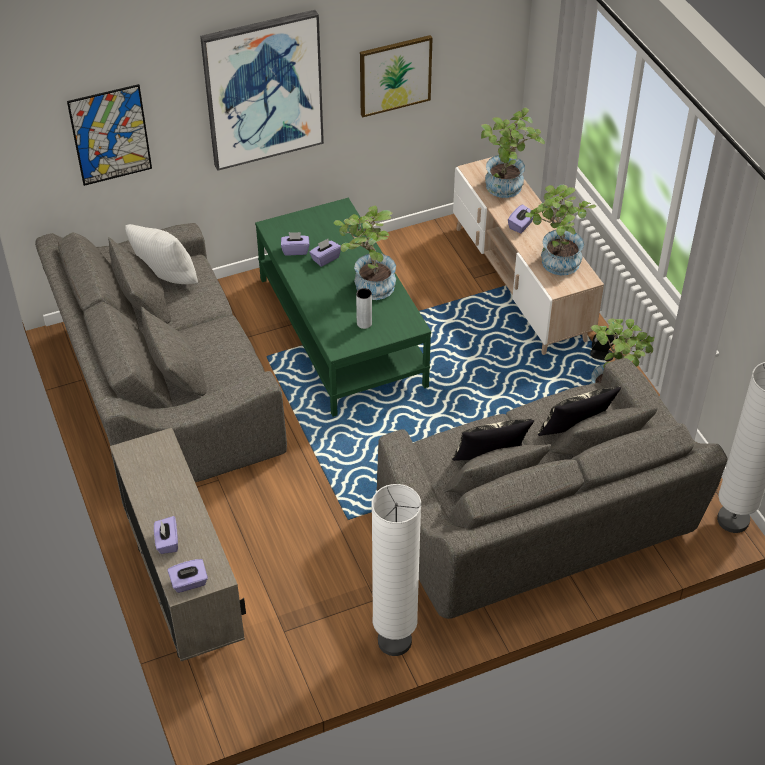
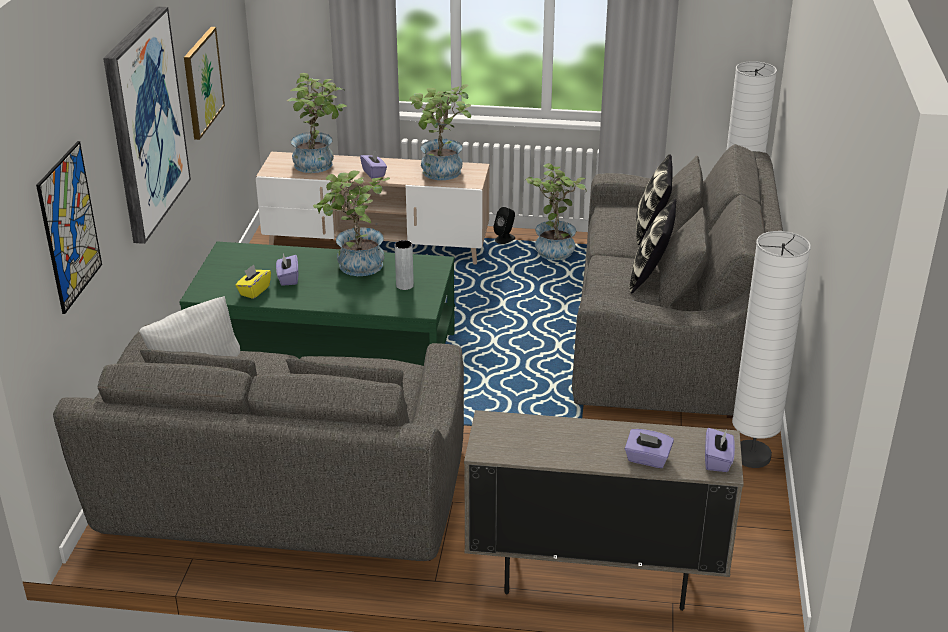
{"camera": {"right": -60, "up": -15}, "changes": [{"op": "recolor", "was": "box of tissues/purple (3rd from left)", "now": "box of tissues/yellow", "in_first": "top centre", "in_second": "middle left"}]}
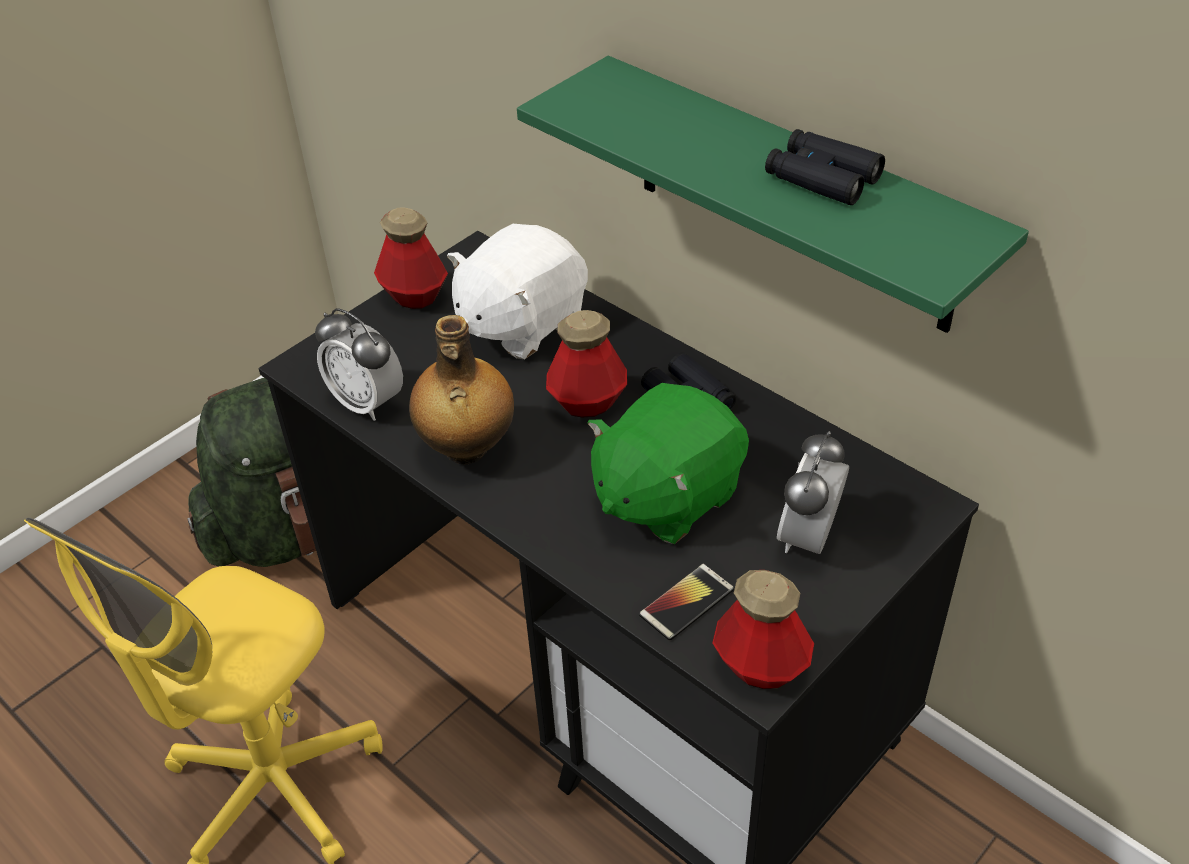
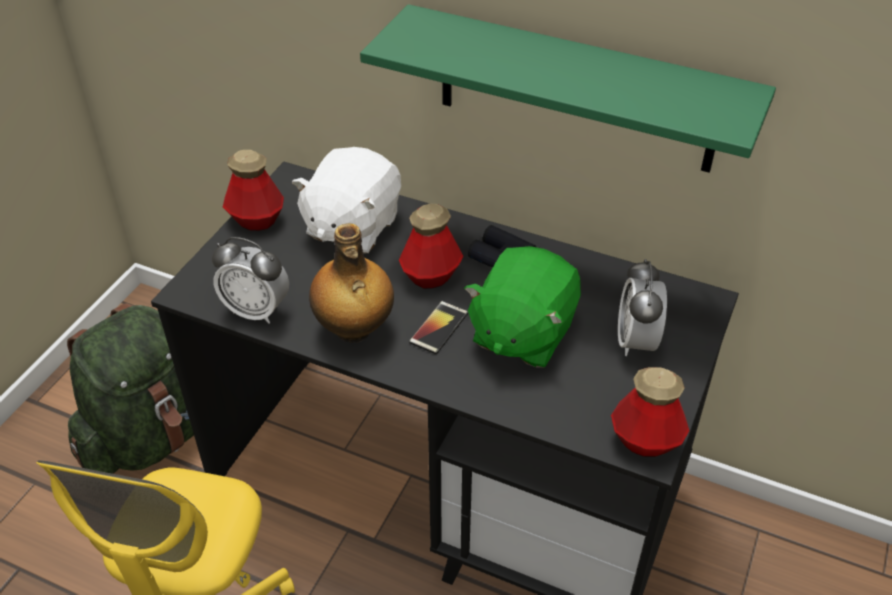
{"camera": {"right": -20, "up": 0}, "changes": [{"op": "move", "was": "phone", "in_first": "bottom centre", "in_second": "centre"}, {"op": "delete", "was": "field glasses/black-coloured (2nd from left)", "in_first": "top right"}]}
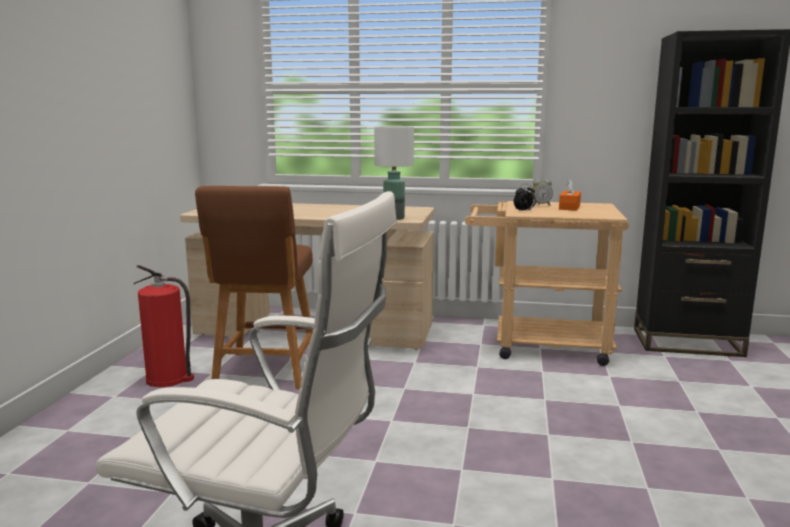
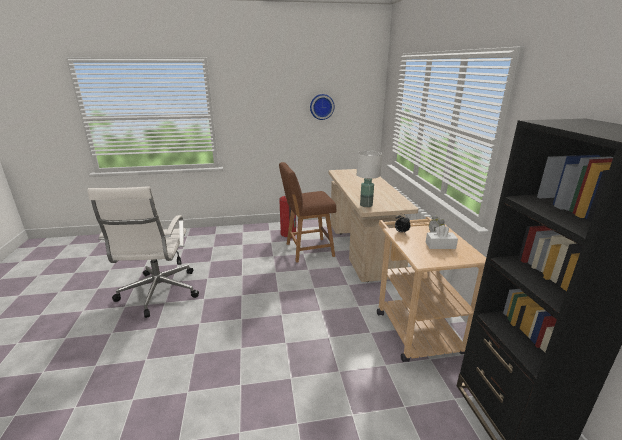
{"camera": {"right": 70, "up": 10}, "changes": [{"op": "insert", "now": "hanging clock", "in_second": "top centre"}, {"op": "recolor", "was": "box of tissues/orange-coloured", "now": "box of tissues/white", "in_first": "middle right", "in_second": "middle right"}]}
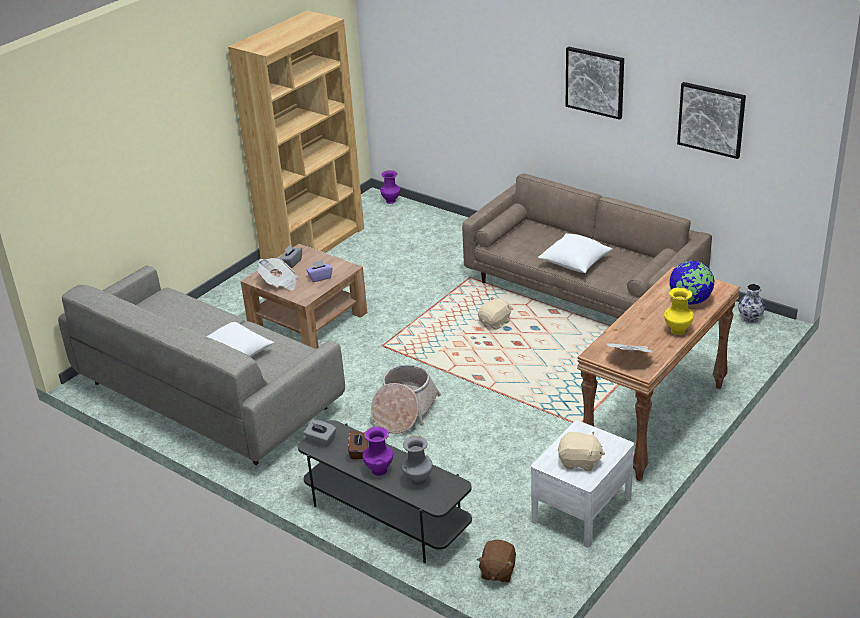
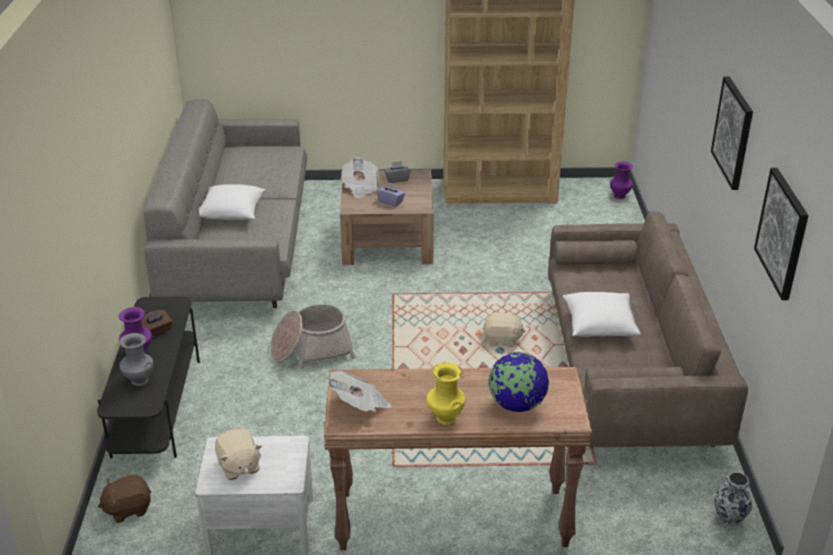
{"camera": {"right": 50, "up": 0}, "changes": [{"op": "delete", "was": "box of tissues/grey (2nd from left)", "in_first": "bottom centre"}]}
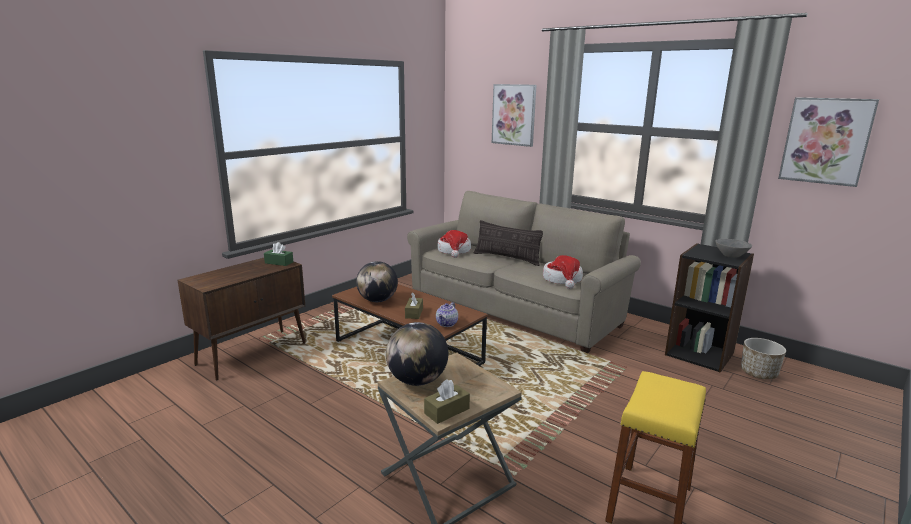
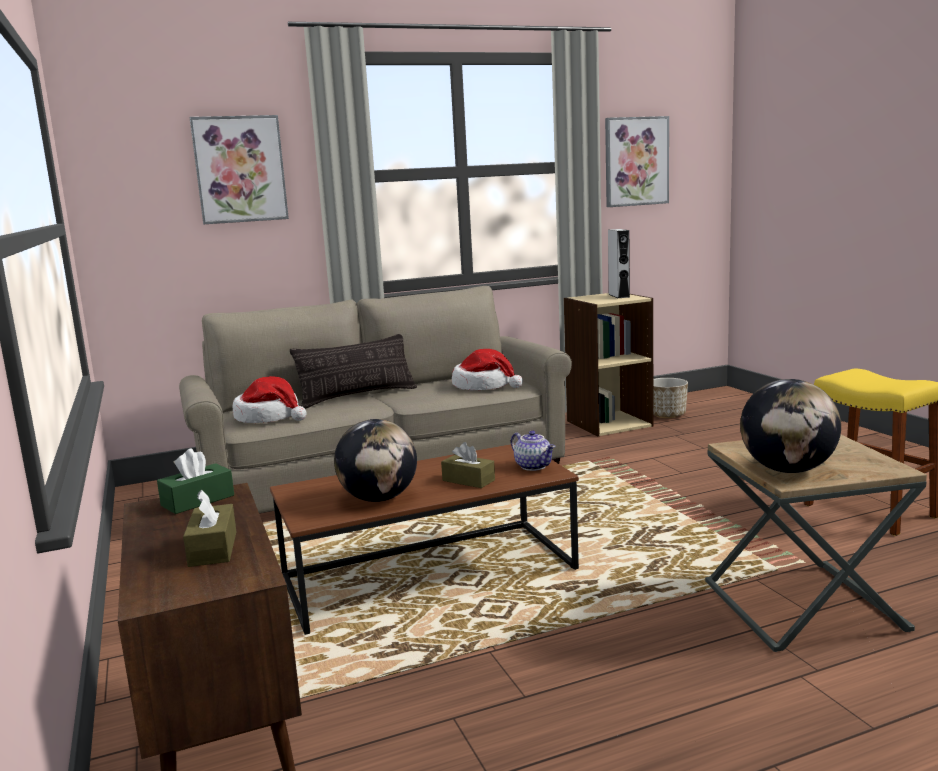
{"camera": {"right": -60, "up": -5}, "changes": [{"op": "move", "was": "box of tissues/brown (2nd from left in the first image)", "now": "box of tissues/brown (1st from left)", "in_first": "bottom centre", "in_second": "bottom left"}, {"op": "recolor", "was": "bookshelf/black-coloured", "now": "bookshelf/beige-coloured", "in_first": "middle right", "in_second": "centre"}, {"op": "replace", "was": "bowl/grey", "now": "audio speaker/grey", "in_first": "middle right", "in_second": "centre"}]}
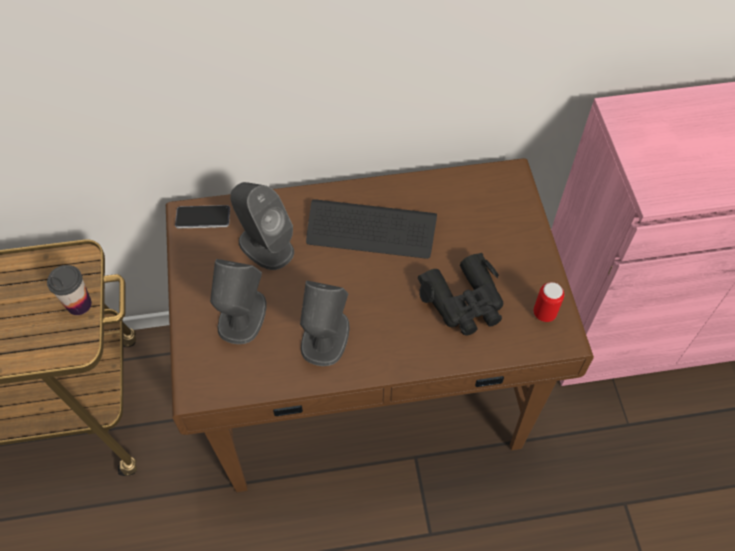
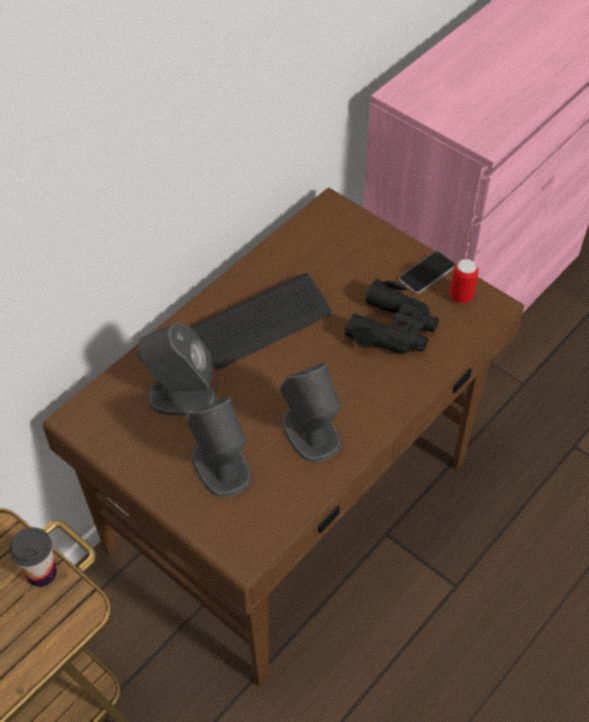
{"camera": {"right": -40, "up": -5}, "changes": [{"op": "move", "was": "phone", "in_first": "middle left", "in_second": "middle right"}]}
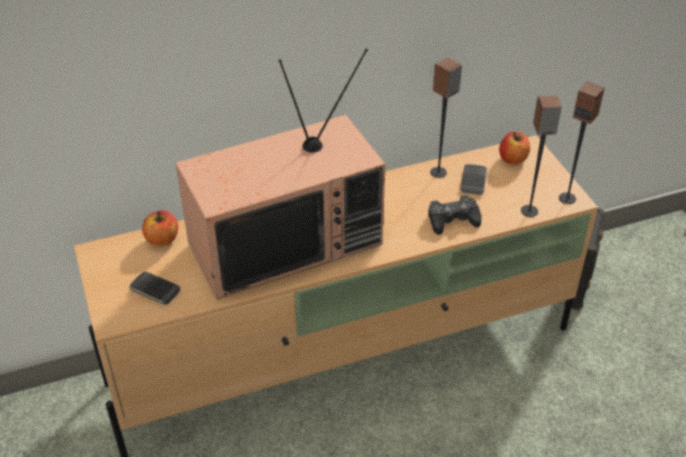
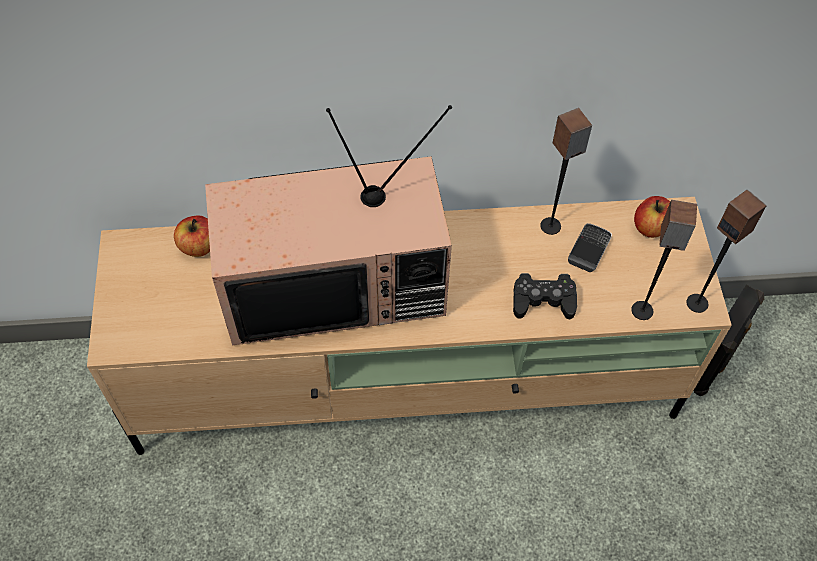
{"camera": {"right": 15, "up": 15}, "changes": [{"op": "delete", "was": "phone (1st from left)", "in_first": "middle left"}]}
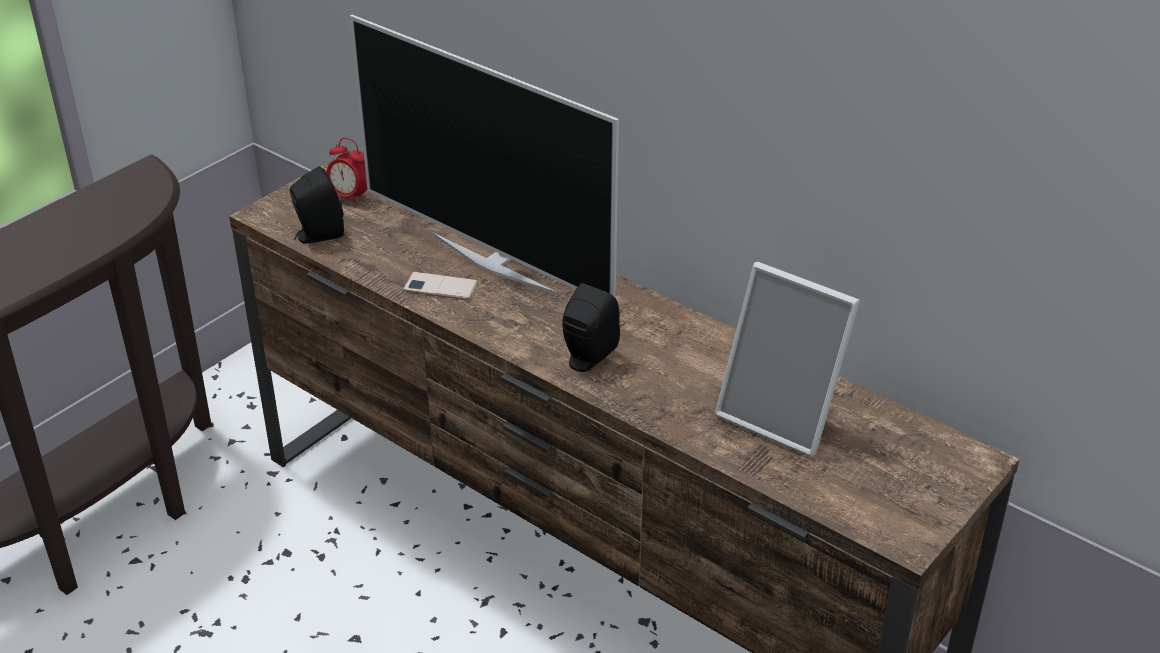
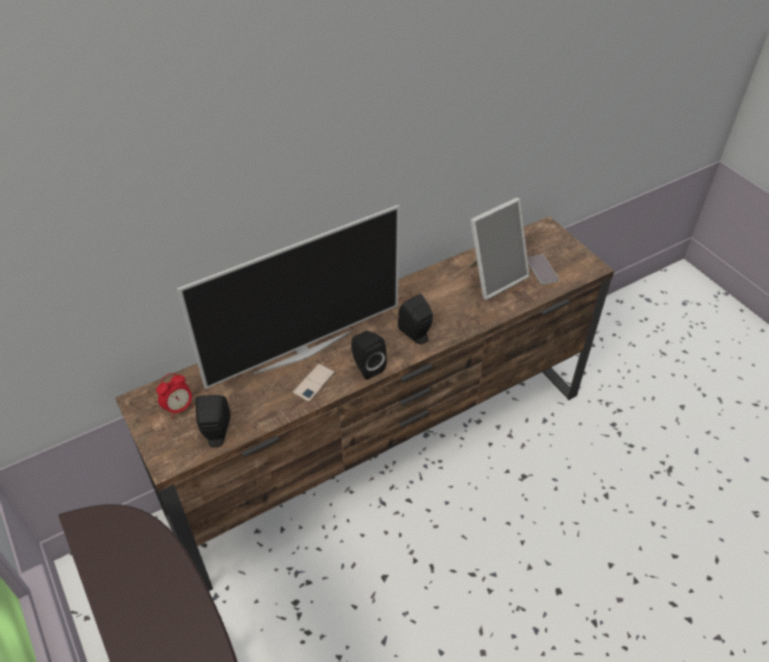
{"camera": {"right": -70, "up": 10}, "changes": [{"op": "insert", "now": "audio speaker/black-coloured (2nd from left)", "in_second": "centre"}, {"op": "insert", "now": "phone (2nd from left)", "in_second": "middle right"}]}
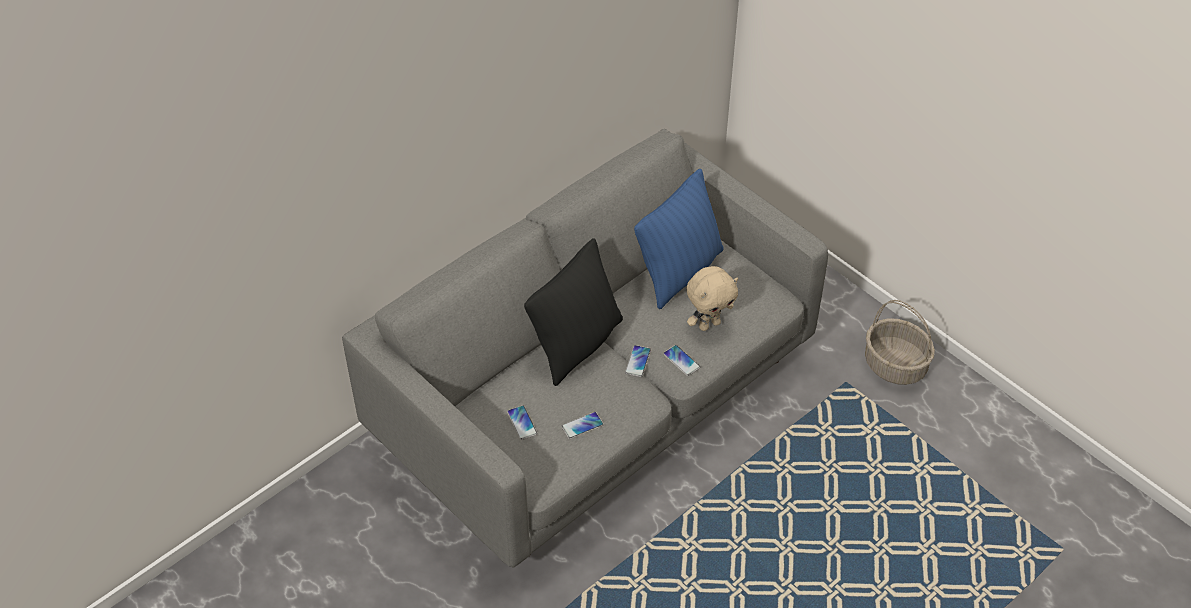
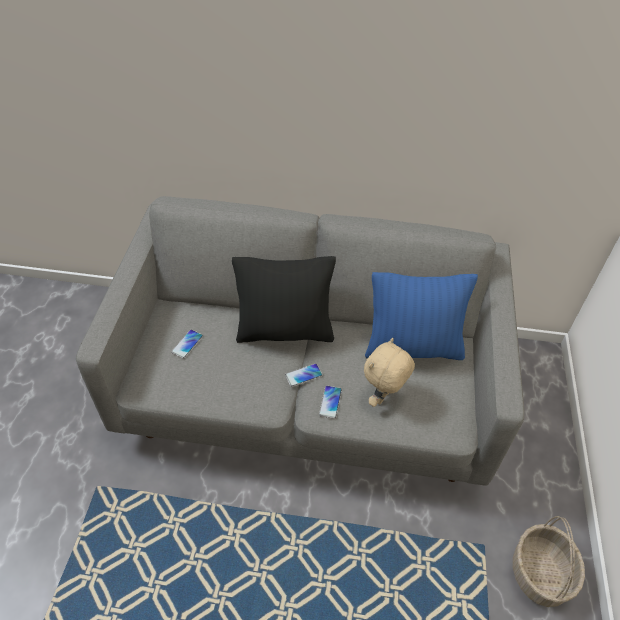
{"camera": {"right": 50, "up": 0}, "changes": [{"op": "rotate", "was": "soft toy/beige-coloured", "in_first": "centre", "in_second": "centre", "clockwise": 105}, {"op": "delete", "was": "phone (2nd from left)", "in_first": "bottom centre"}]}
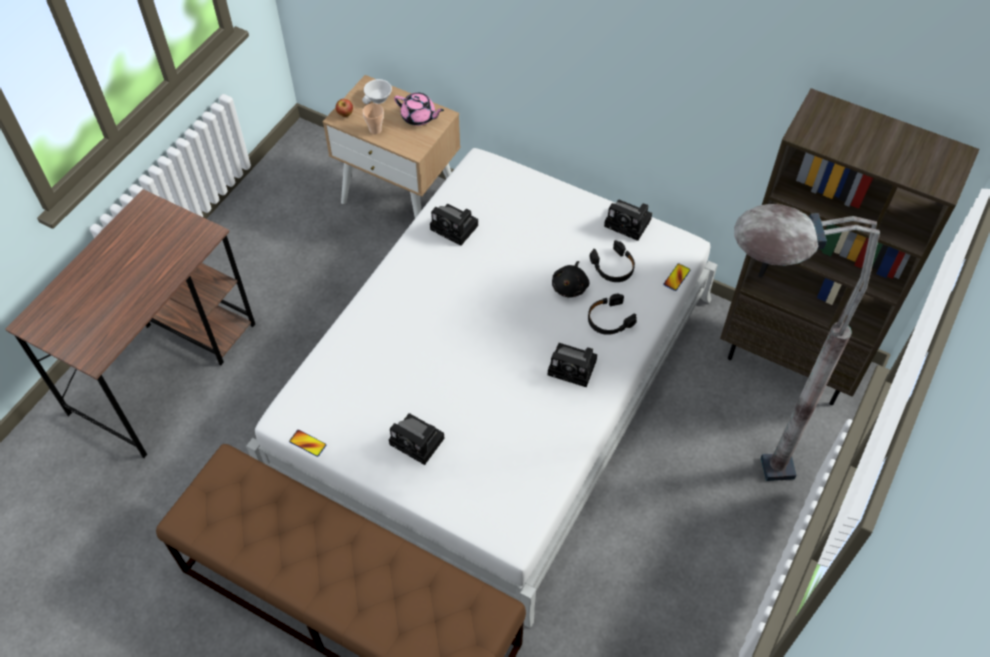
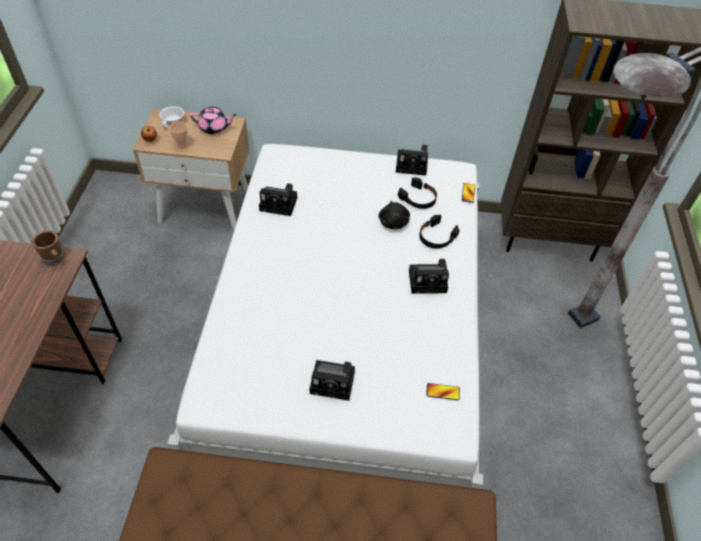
{"camera": {"right": -25, "up": -5}, "changes": [{"op": "insert", "now": "tea mug/brown", "in_second": "middle left"}, {"op": "move", "was": "phone (1st from left)", "in_first": "bottom left", "in_second": "bottom centre"}]}
